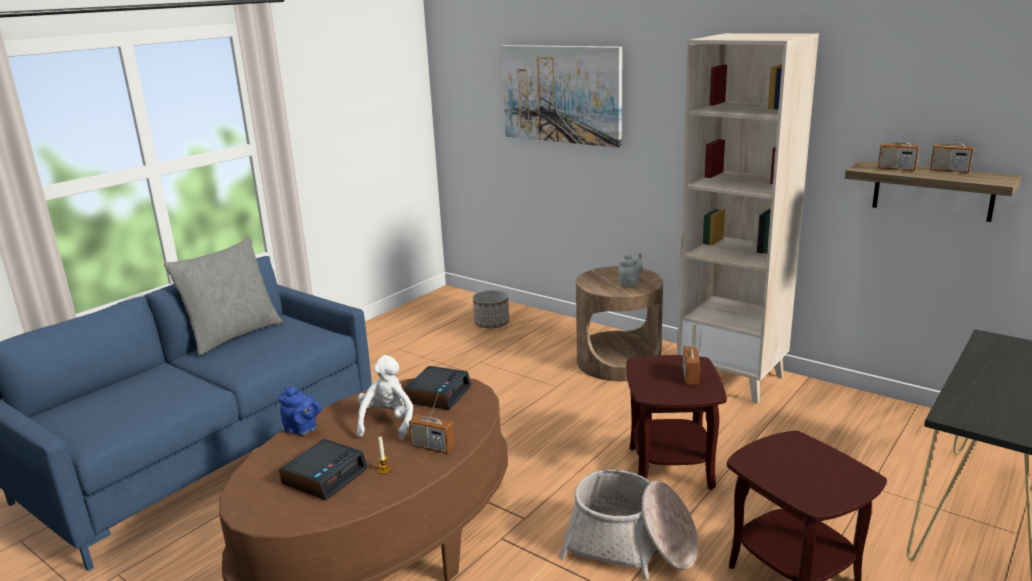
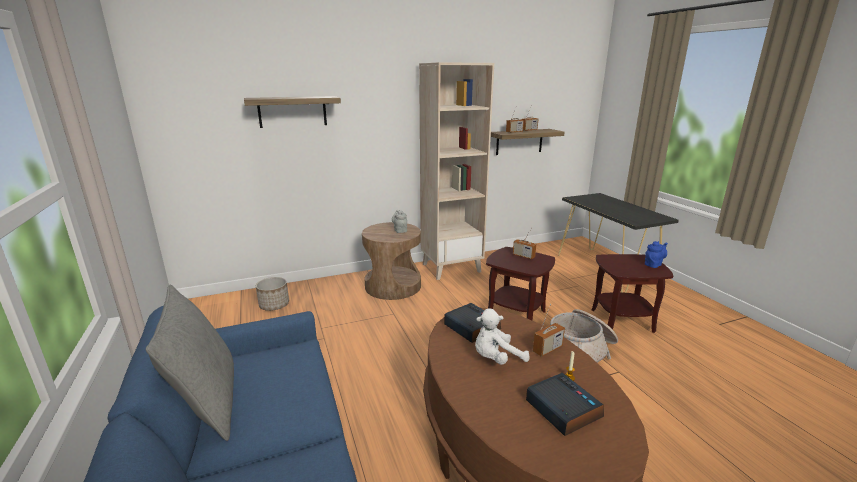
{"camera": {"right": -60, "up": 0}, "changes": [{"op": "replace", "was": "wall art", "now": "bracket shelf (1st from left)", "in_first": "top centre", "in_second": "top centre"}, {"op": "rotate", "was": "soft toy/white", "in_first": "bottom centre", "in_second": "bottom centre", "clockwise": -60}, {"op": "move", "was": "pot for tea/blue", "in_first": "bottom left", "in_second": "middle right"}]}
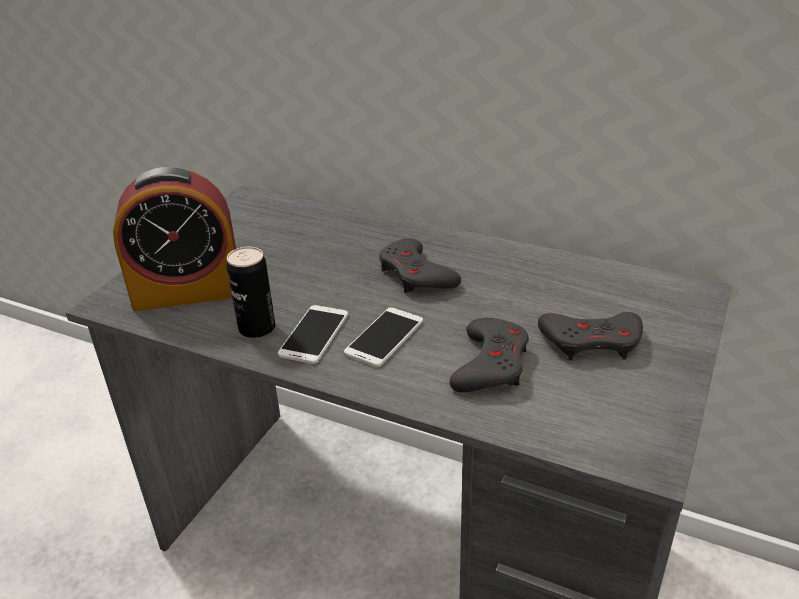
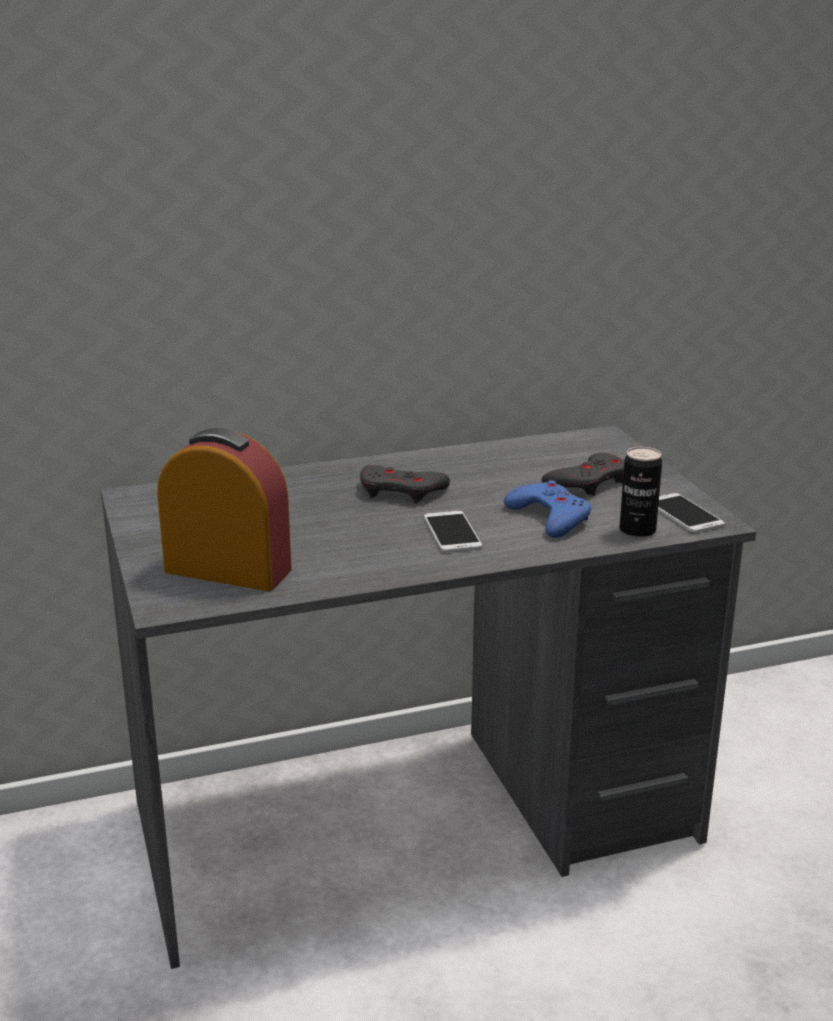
{"camera": {"right": -45, "up": -10}, "changes": [{"op": "rotate", "was": "bedside clock", "in_first": "middle left", "in_second": "middle left", "clockwise": -105}, {"op": "recolor", "was": "joypad/grey (2nd from left)", "now": "joypad/blue", "in_first": "centre", "in_second": "centre"}, {"op": "move", "was": "can", "in_first": "middle left", "in_second": "middle right"}, {"op": "move", "was": "phone (1st from left in the first image)", "now": "phone (2nd from left)", "in_first": "centre", "in_second": "middle right"}]}
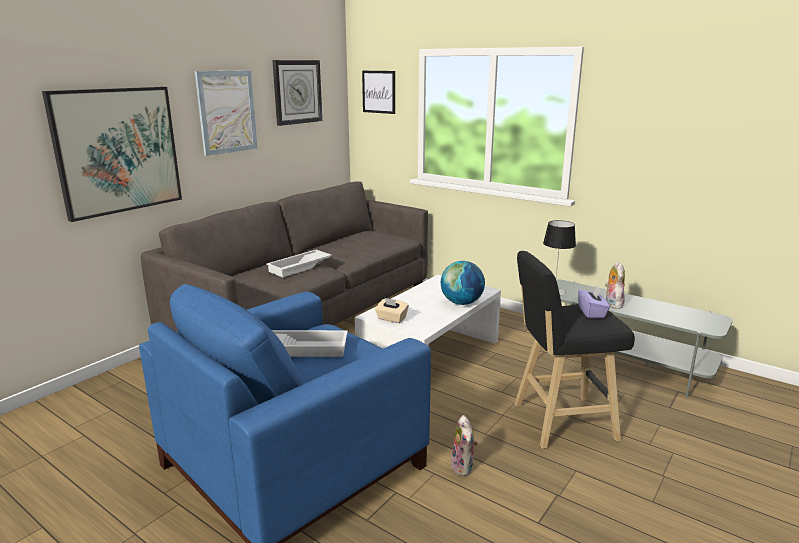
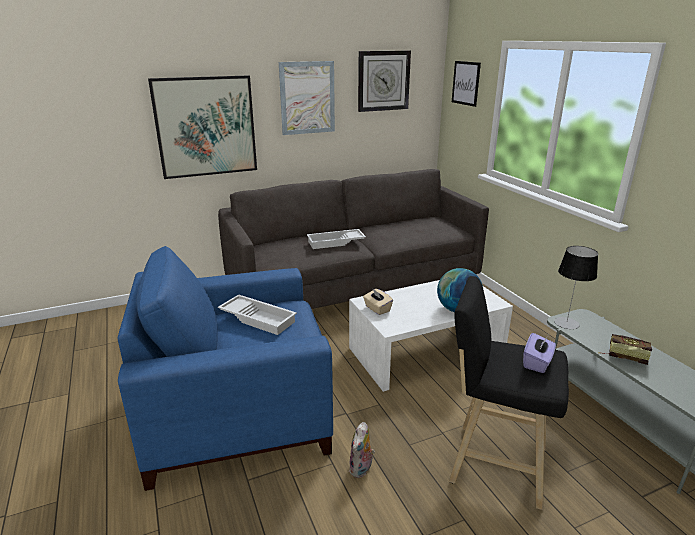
{"camera": {"right": 30, "up": 5}, "changes": [{"op": "replace", "was": "soft toy (2nd from left)", "now": "book", "in_first": "middle right", "in_second": "middle right"}]}
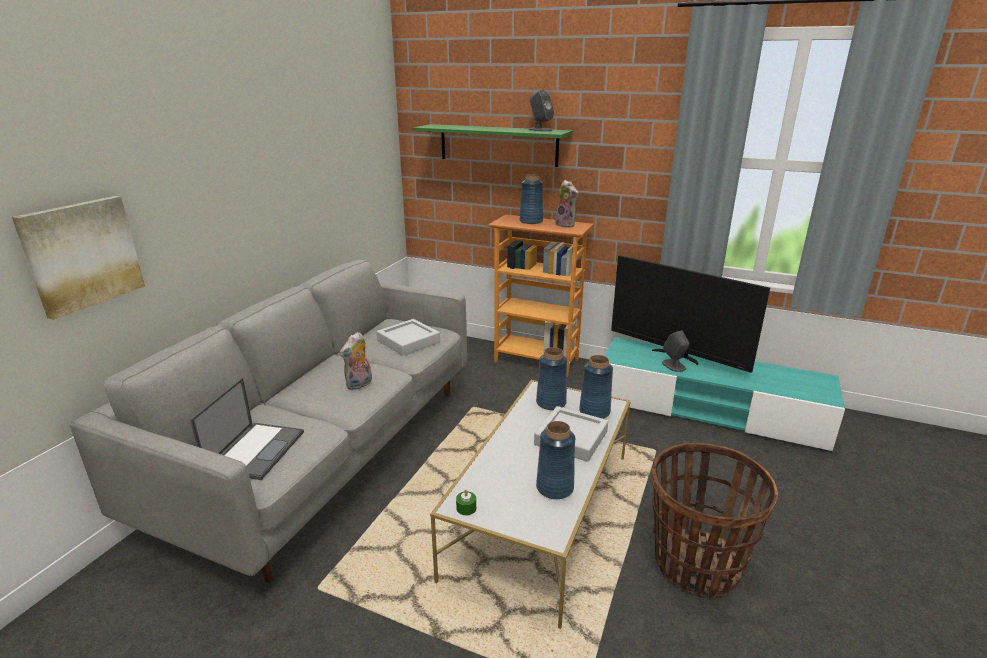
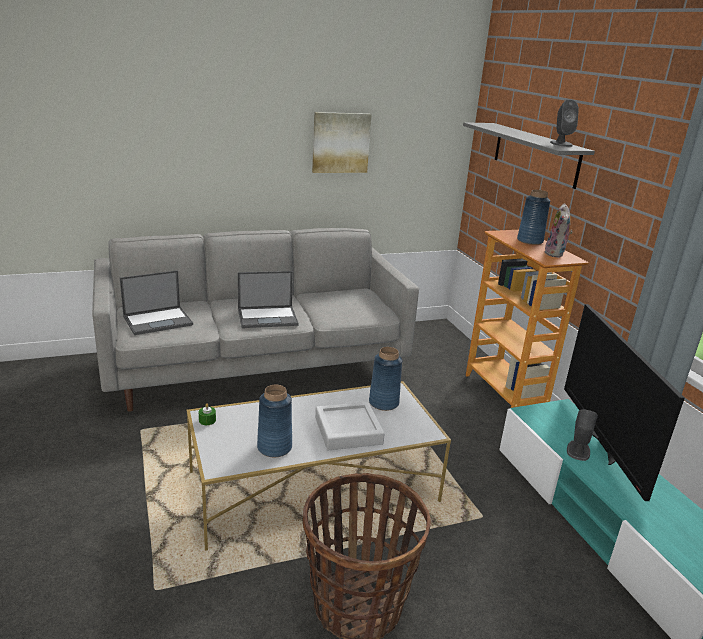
{"camera": {"right": 45, "up": 0}, "changes": [{"op": "replace", "was": "soft toy (1st from left)", "now": "portable computer (2nd from left)", "in_first": "centre", "in_second": "centre"}, {"op": "move", "was": "wall art", "in_first": "middle left", "in_second": "top centre"}, {"op": "recolor", "was": "bracket shelf/green", "now": "bracket shelf/grey", "in_first": "top centre", "in_second": "top right"}, {"op": "delete", "was": "serving tray/grey (1st from left)", "in_first": "centre"}, {"op": "delete", "was": "flower vase/blue (4th from left)", "in_first": "centre"}]}
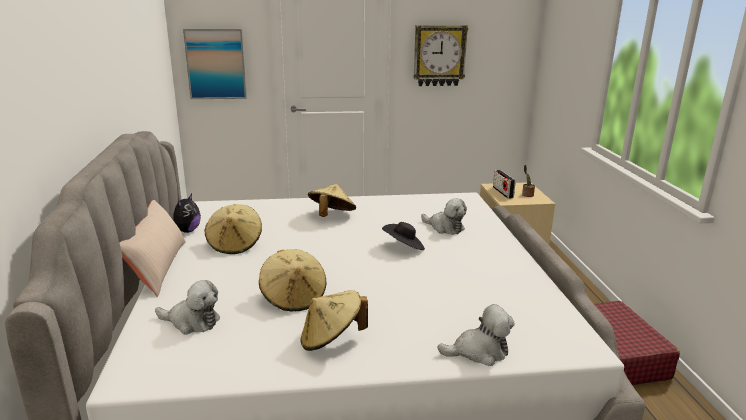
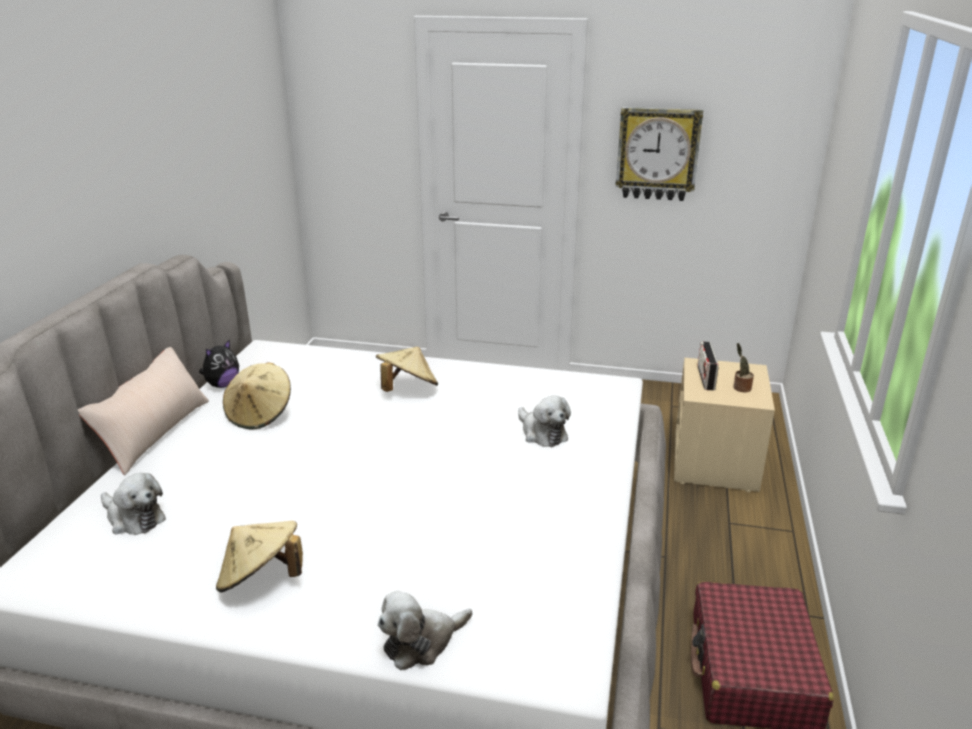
{"camera": {"right": 20, "up": 5}, "changes": [{"op": "rotate", "was": "soft toy (4th from left in the first image)", "in_first": "bottom centre", "in_second": "bottom centre", "clockwise": 135}, {"op": "delete", "was": "wall art", "in_first": "top left"}, {"op": "delete", "was": "wearable hat/beige-coloured (2nd from left)", "in_first": "bottom centre"}, {"op": "delete", "was": "wearable hat/black-coloured", "in_first": "centre"}]}
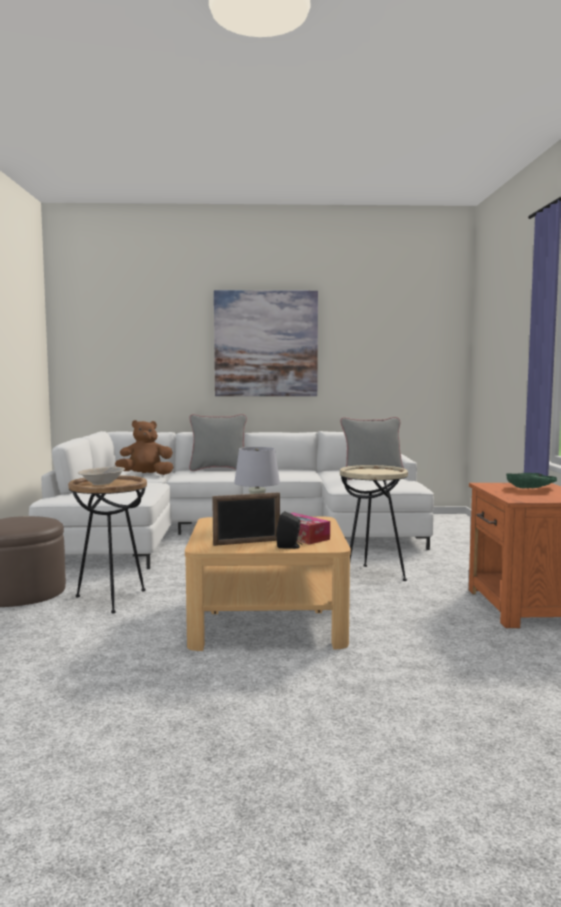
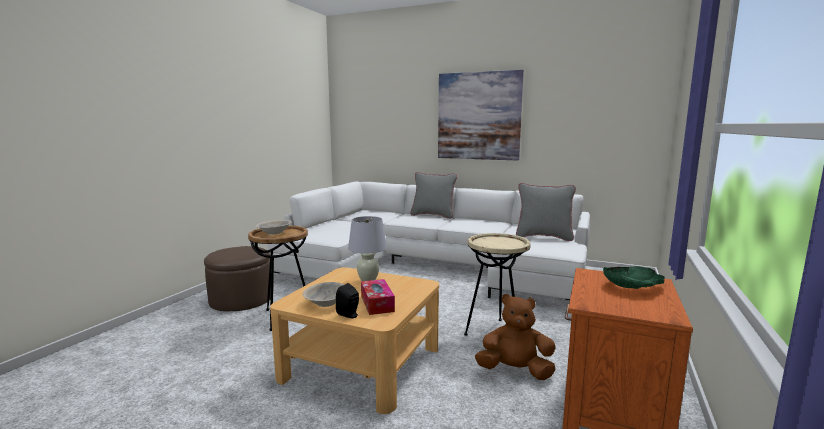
{"camera": {"right": 25, "up": 5}, "changes": [{"op": "replace", "was": "standing frame", "now": "bowl/beige-coloured (2nd from left)", "in_first": "centre", "in_second": "bottom centre"}, {"op": "move", "was": "soft toy/brown", "in_first": "middle left", "in_second": "bottom centre"}]}
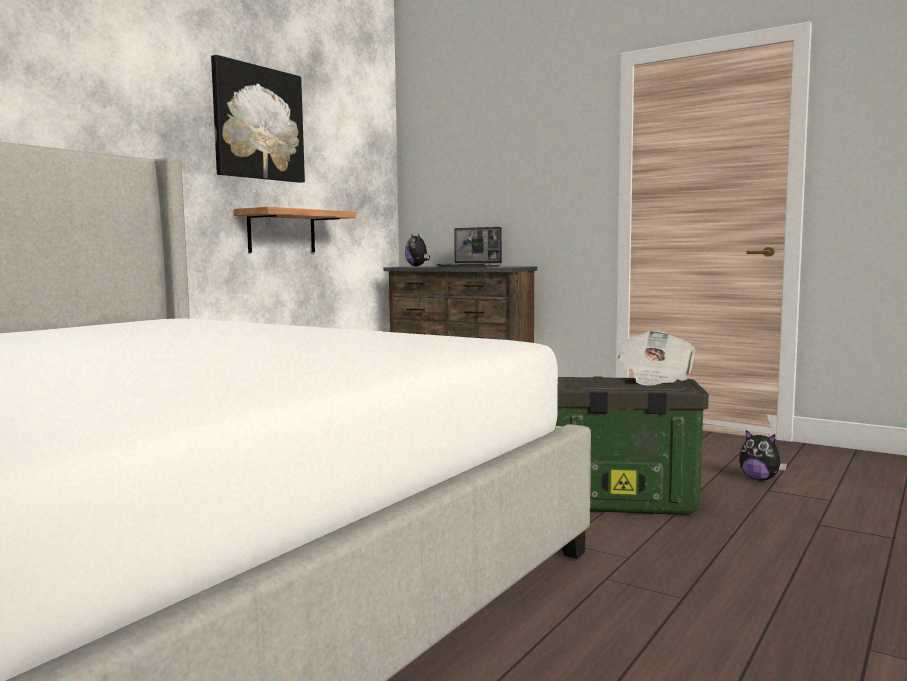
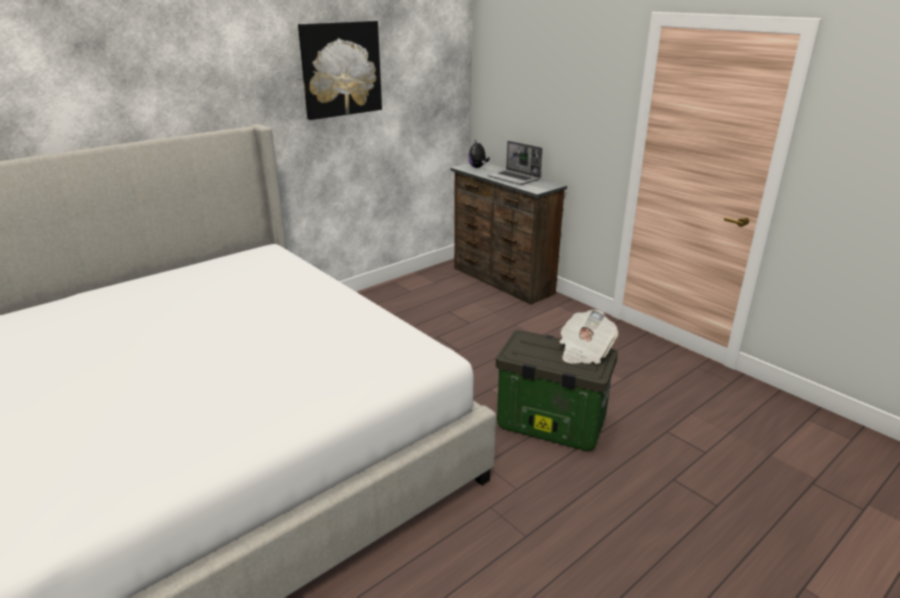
{"camera": {"right": 15, "up": 20}, "changes": [{"op": "delete", "was": "bracket shelf", "in_first": "middle left"}, {"op": "delete", "was": "soft toy (2nd from left)", "in_first": "bottom right"}]}
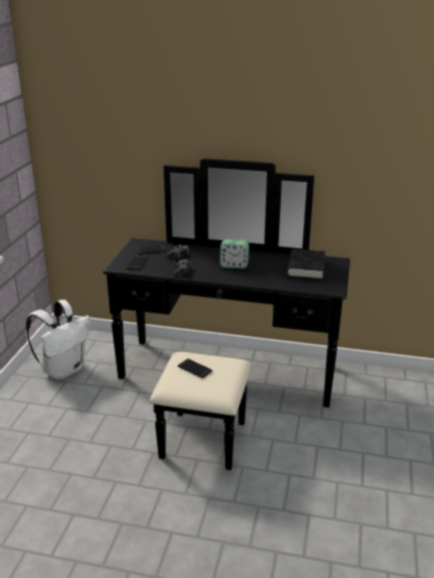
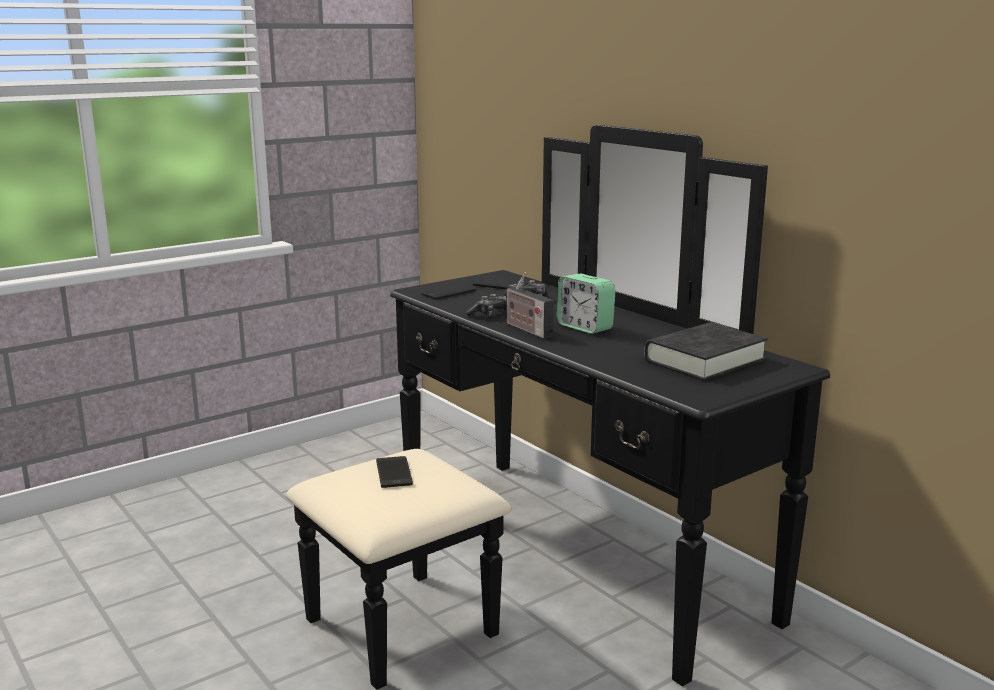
{"camera": {"right": 40, "up": -10}, "changes": [{"op": "insert", "now": "radio set", "in_second": "centre"}, {"op": "delete", "was": "backpack/white", "in_first": "middle left"}]}
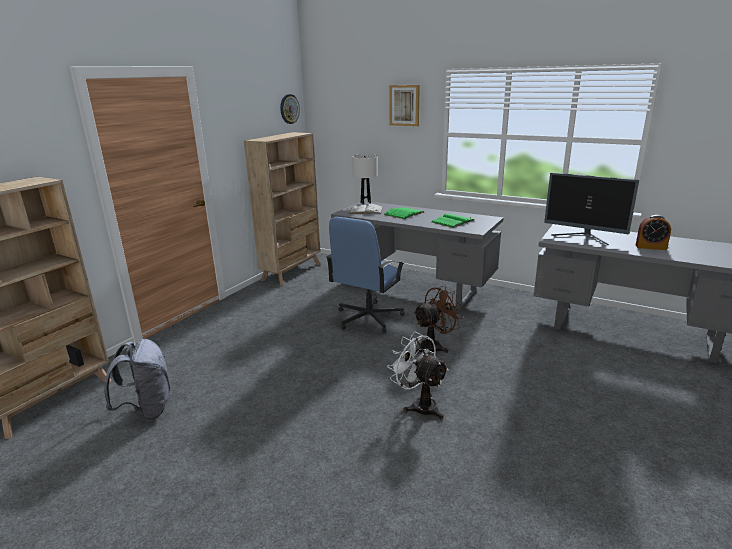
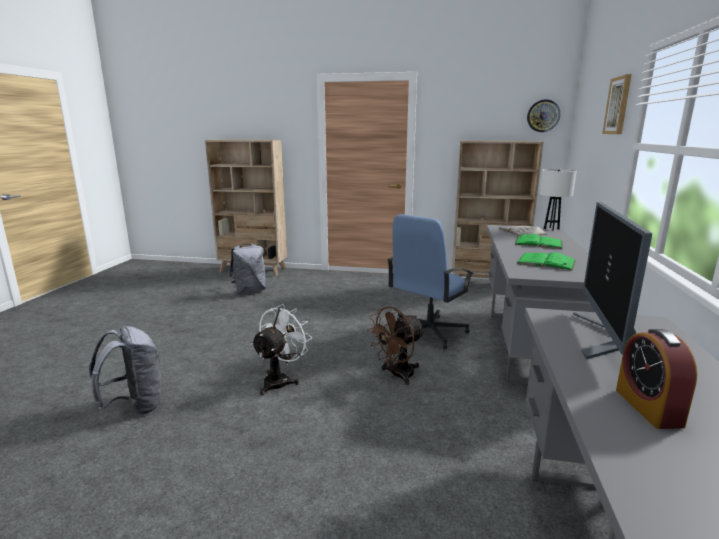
{"camera": {"right": 70, "up": -5}, "changes": [{"op": "insert", "now": "backpack/grey (1st from left)", "in_second": "bottom left"}, {"op": "rotate", "was": "cooling fan/brown", "in_first": "centre", "in_second": "centre", "clockwise": 105}, {"op": "rotate", "was": "computer chair/blue", "in_first": "centre", "in_second": "centre", "clockwise": -60}]}
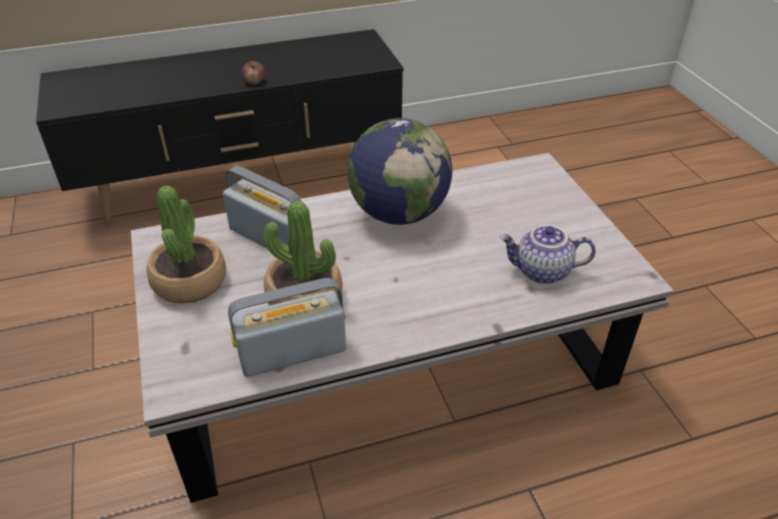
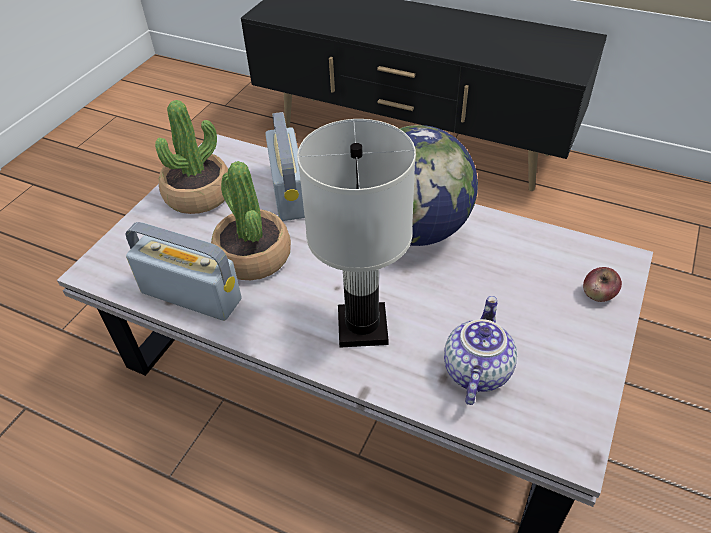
{"camera": {"right": 45, "up": 5}, "changes": [{"op": "insert", "now": "tabletop lamp/white", "in_second": "centre"}, {"op": "rotate", "was": "pot for tea", "in_first": "middle right", "in_second": "middle right", "clockwise": 60}, {"op": "move", "was": "apple fruit", "in_first": "top left", "in_second": "middle right"}]}
